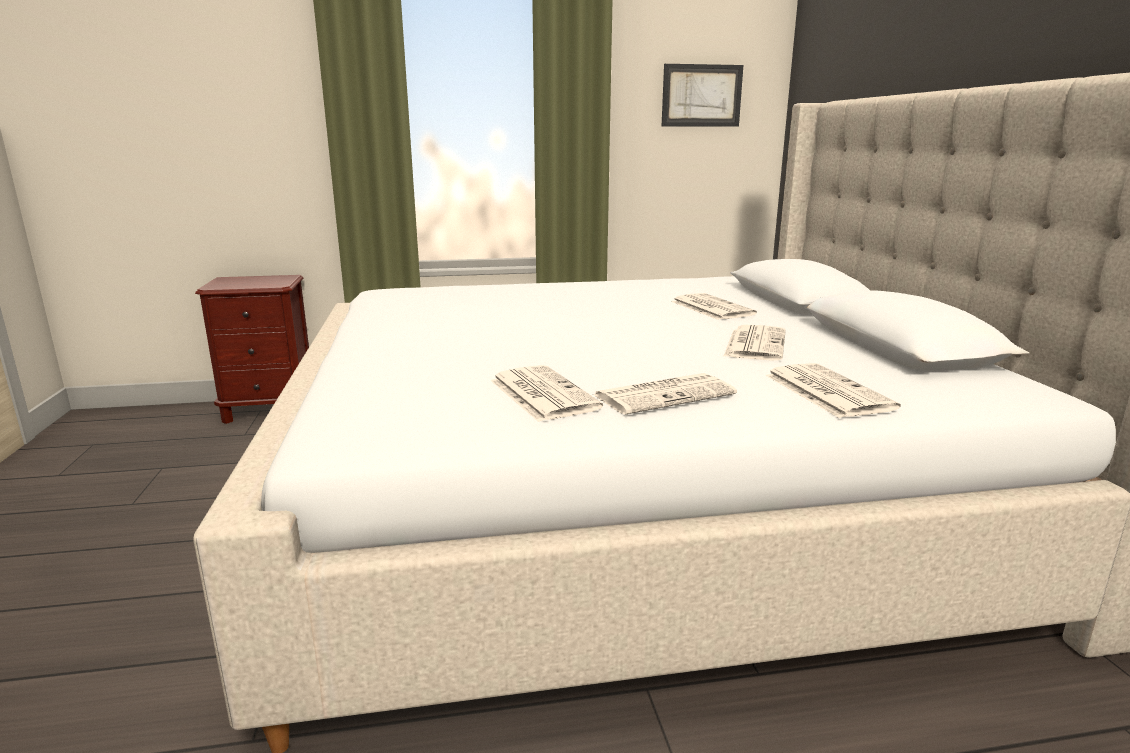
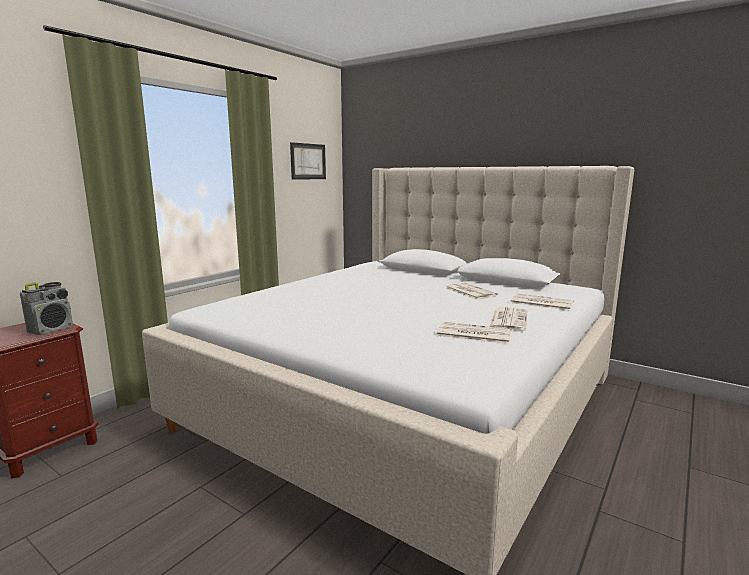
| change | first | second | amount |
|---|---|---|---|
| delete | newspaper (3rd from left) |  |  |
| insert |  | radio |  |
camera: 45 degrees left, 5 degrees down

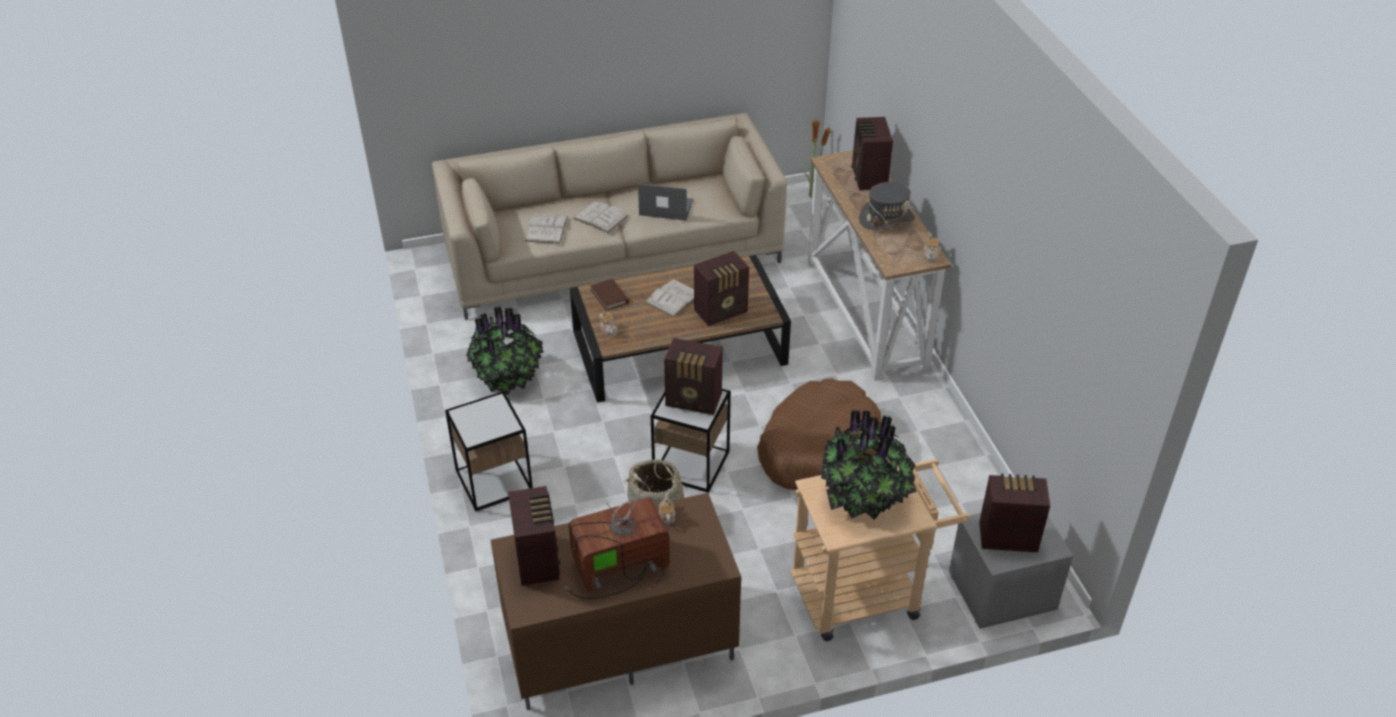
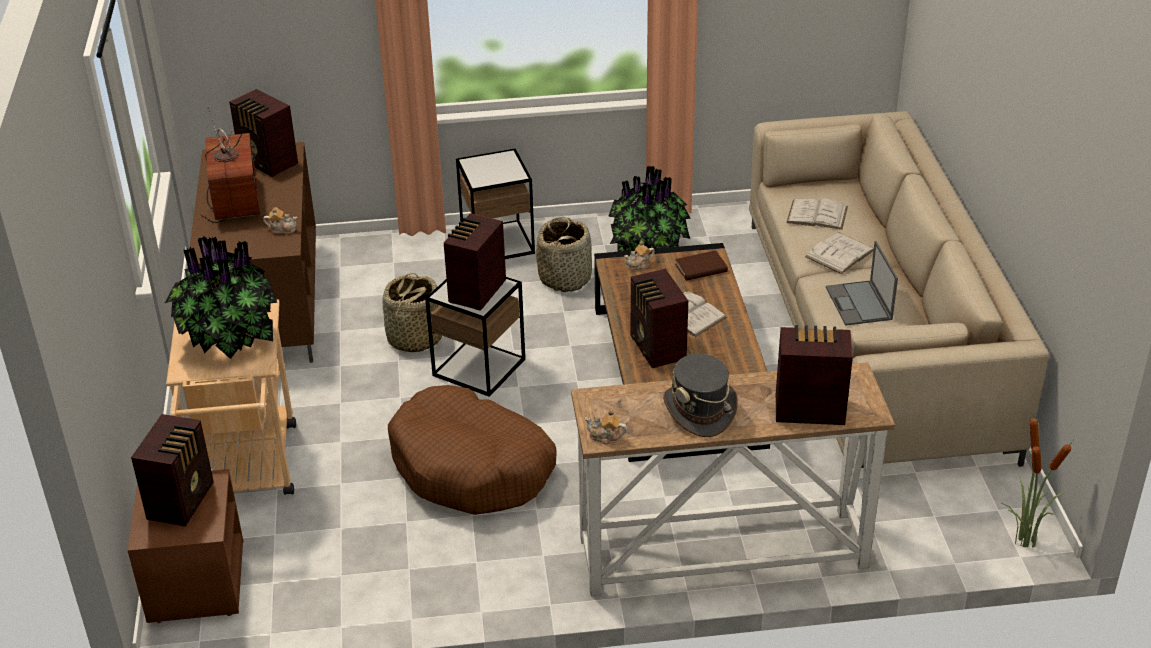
| change | first | second | amount |
|---|---|---|---|
| insert |  | basket (2nd from left) |  |
| recolor | grey nightstand | brown nightstand |  |
| rotate | radio (1st from left in the first image) | radio (2nd from left) | 45 degrees clockwise |
| rotate | laptop |  | 150 degrees clockwise |
camera: 100 degrees right, 5 degrees down

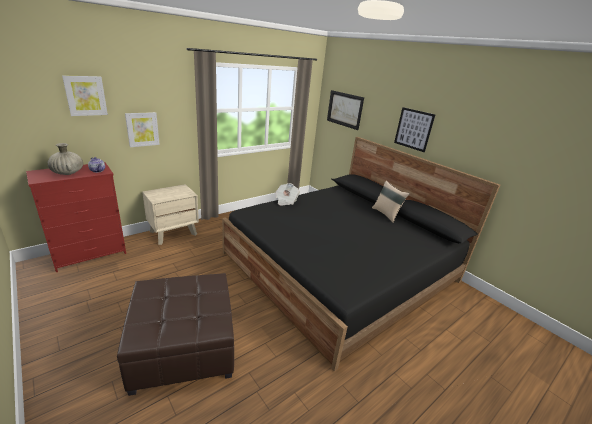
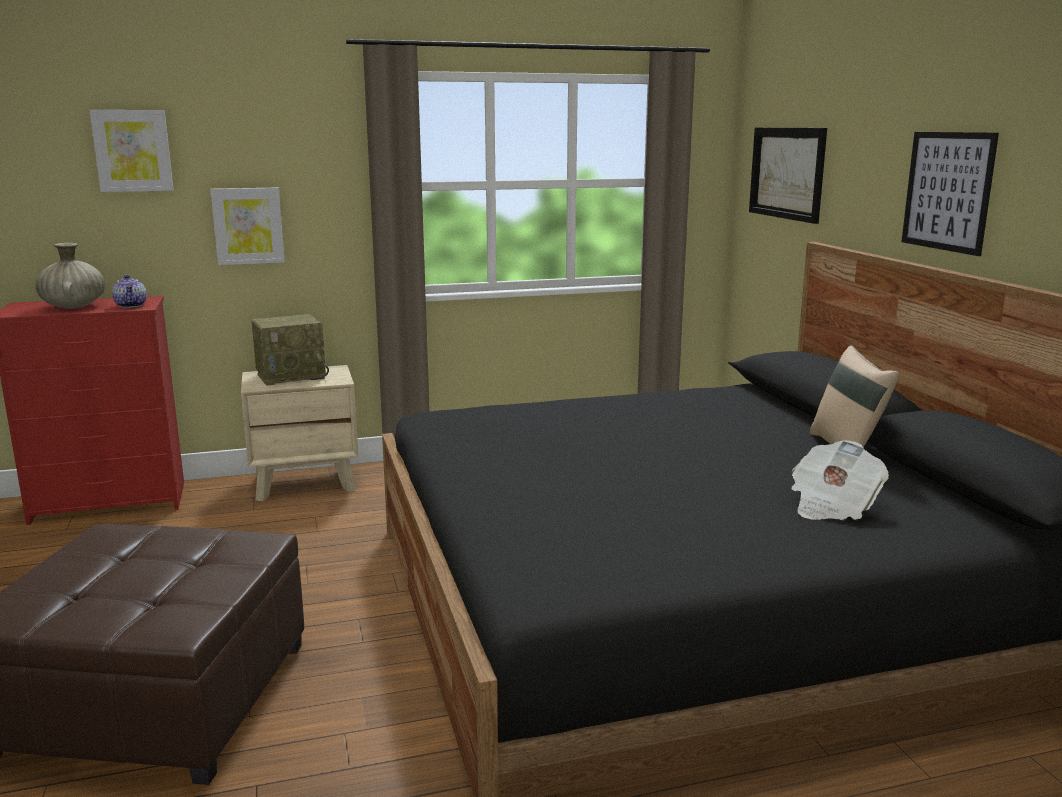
| change | first | second | amount |
|---|---|---|---|
| insert |  | radio |  |
| move | newspaper |  |  |
camera: 25 degrees right, 10 degrees down

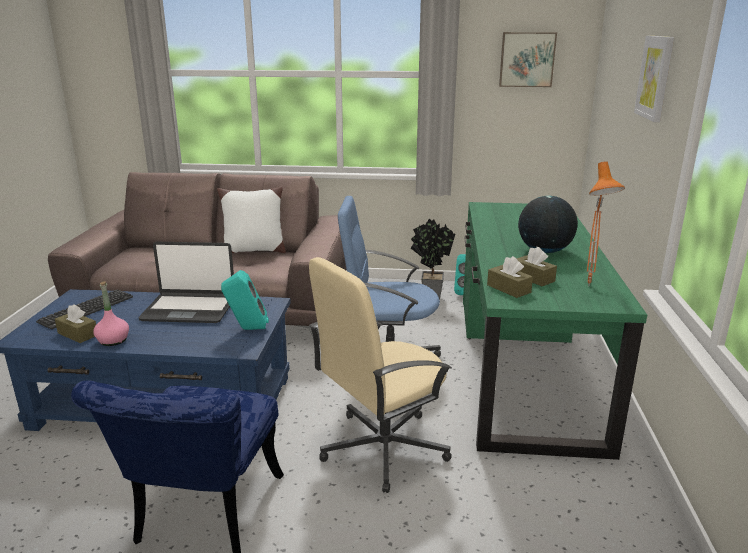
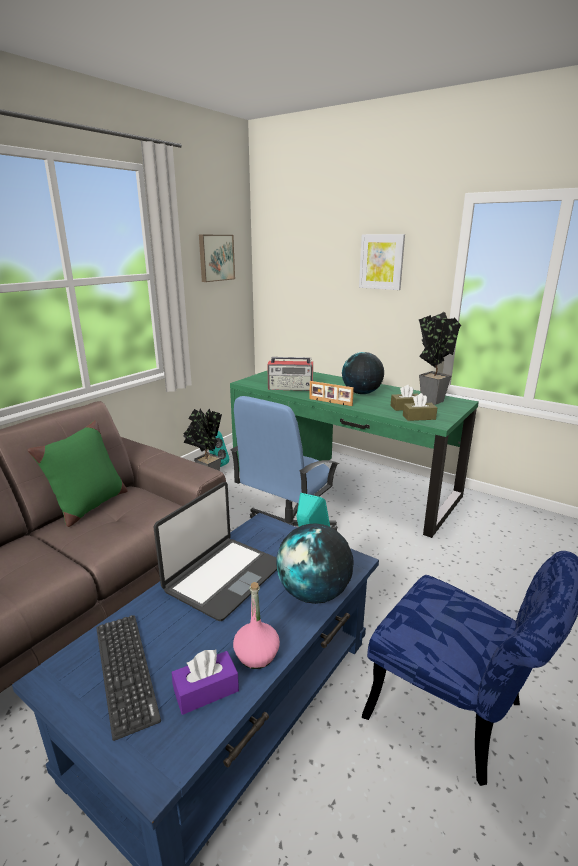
| change | first | second | amount |
|---|---|---|---|
| delete | beige office chair |  |  |
| insert |  | radio |  |
| insert |  | globe (1st from left) |  |
| insert |  | picture frame |  |
| replace | orange table lamp | potted plant (2nd from left) |  |
| recolor | brown tissue box (1st from left) | purple tissue box |  |
| recolor | white pillow | green pillow |  |
camera: 60 degrees left, 0 degrees up

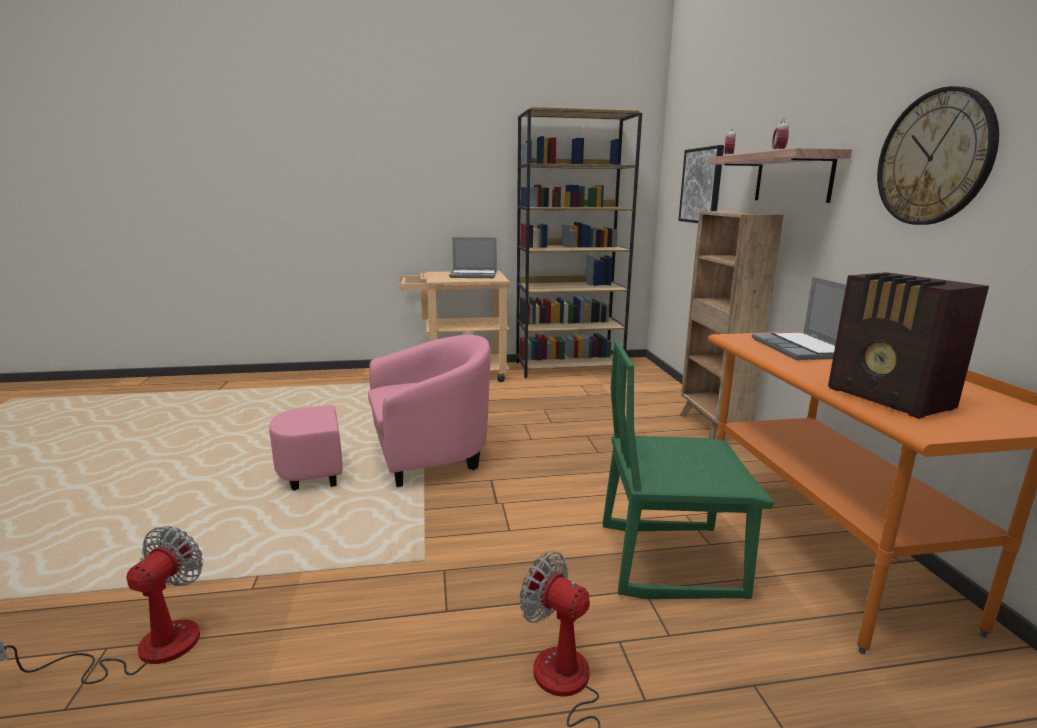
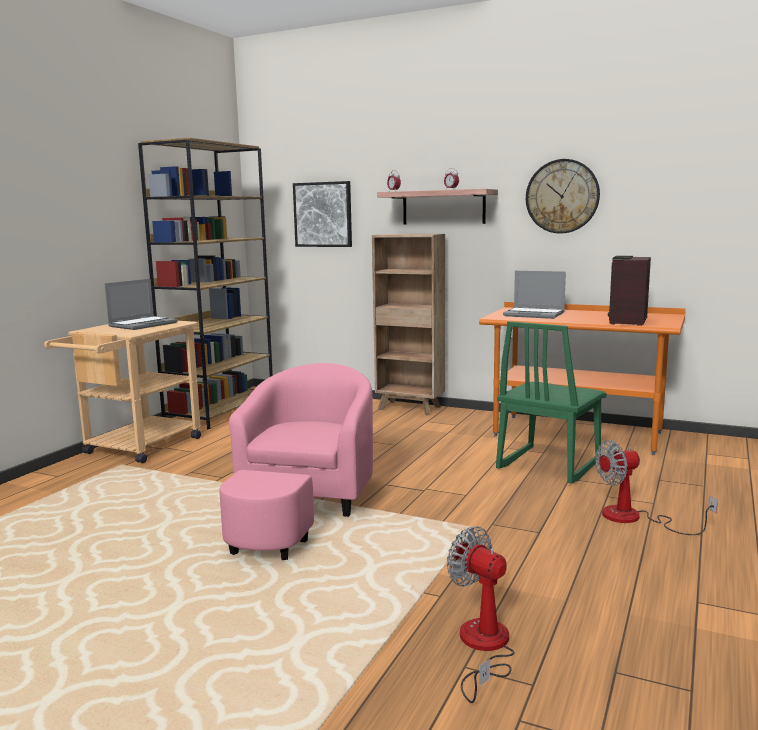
| change | first | second | amount |
|---|---|---|---|
| rotate | radio |  | 105 degrees clockwise |
camera: 55 degrees left, 5 degrees down

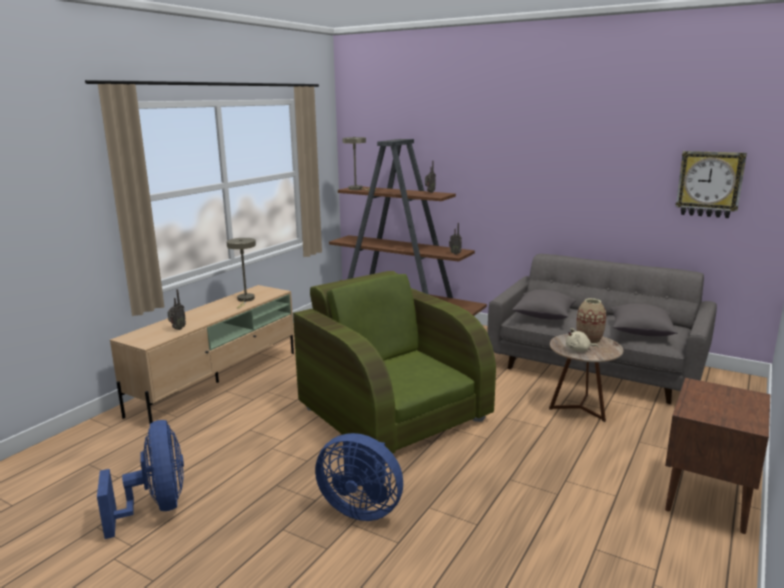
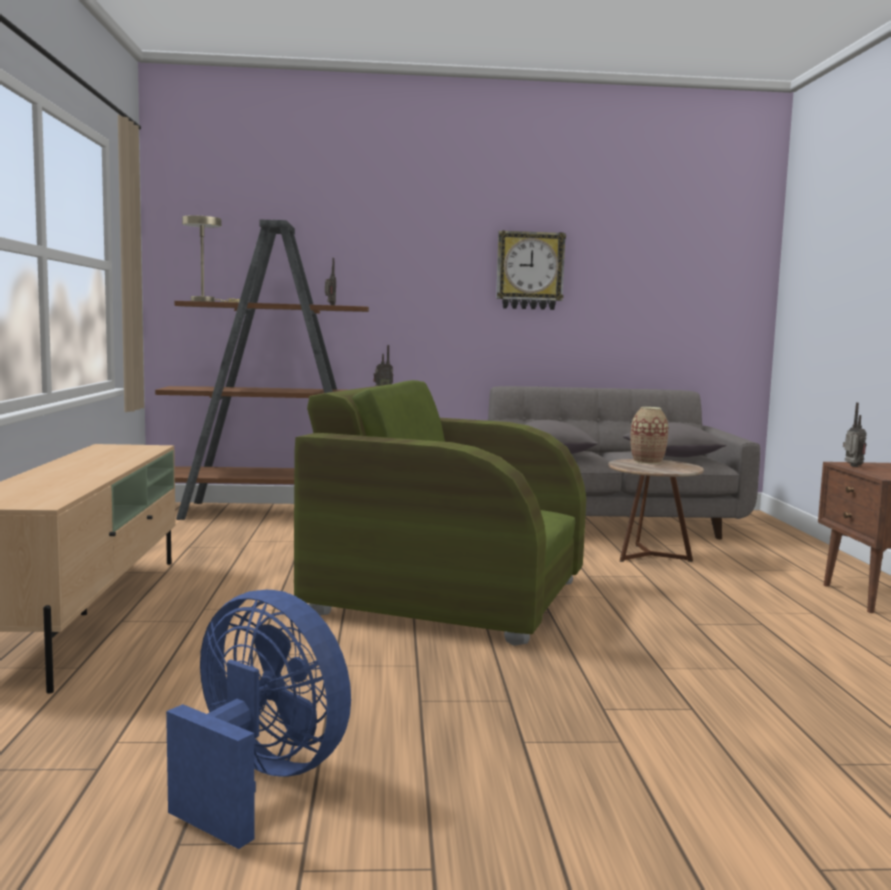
| change | first | second | amount |
|---|---|---|---|
| delete | beige table lamp (1st from left) |  |  |
| delete | blue fan (2nd from left) |  |  |
| delete | beige plush toy |  |  |
| move | radio (1st from left in the first image) | radio (3rd from left) |  |
| move | wall clock |  |  |
camera: 35 degrees left, 10 degrees down

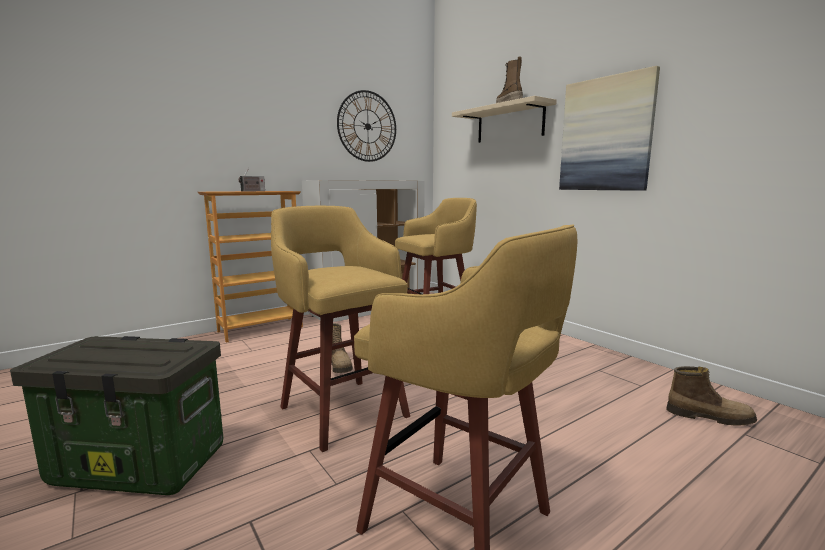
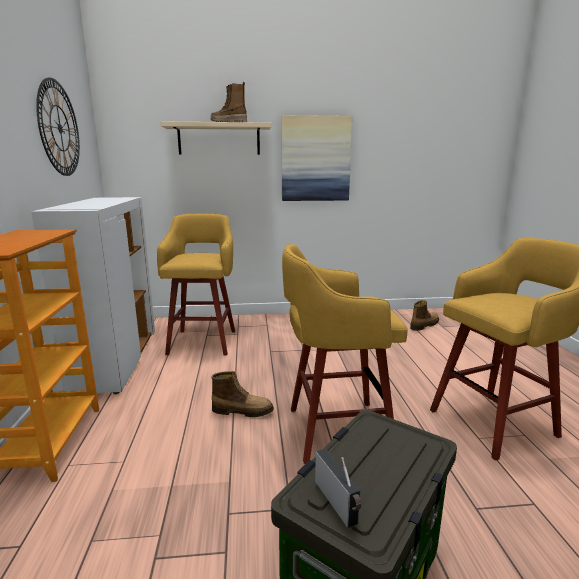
| change | first | second | amount |
|---|---|---|---|
| move | radio |  |  |
camera: 60 degrees left, 5 degrees up

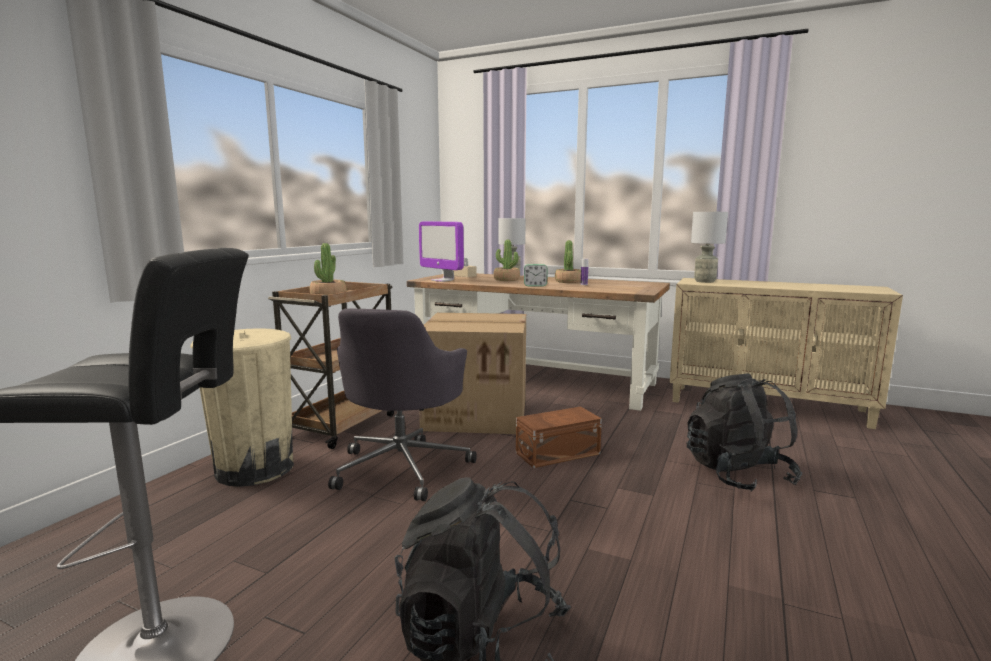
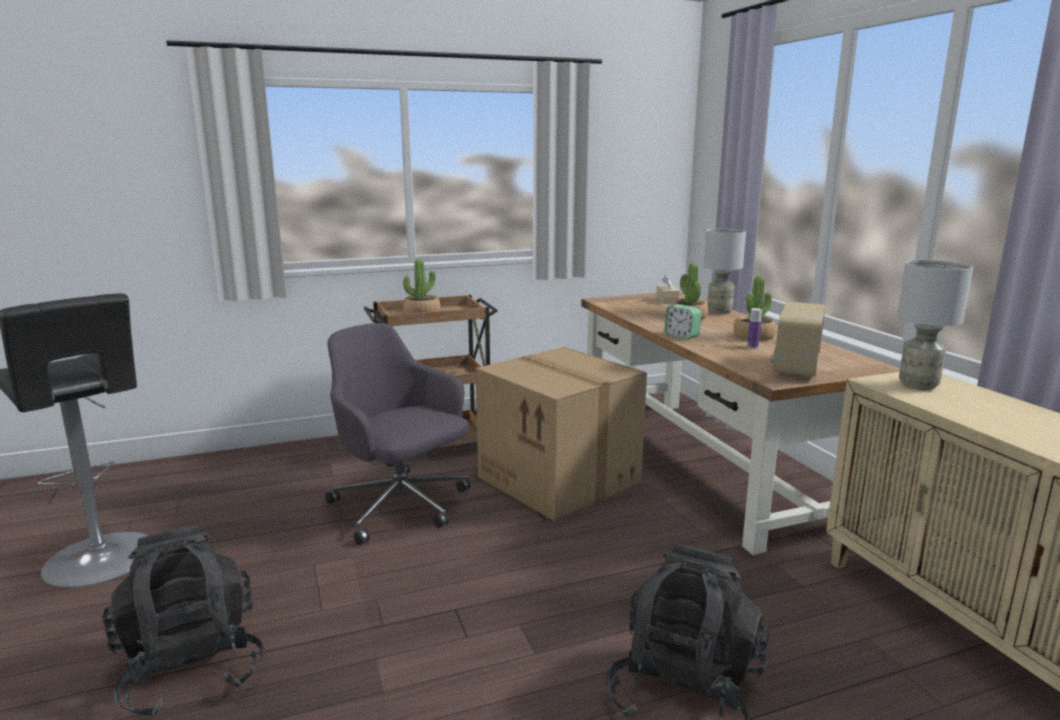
| change | first | second | amount |
|---|---|---|---|
| delete | beige trash can |  |  |
| delete | monitor |  |  |
| delete | brown storage box |  |  |
| insert |  | radio |  |
| rotate | grey office chair |  | 75 degrees clockwise |
camera: 45 degrees right, 5 degrees up

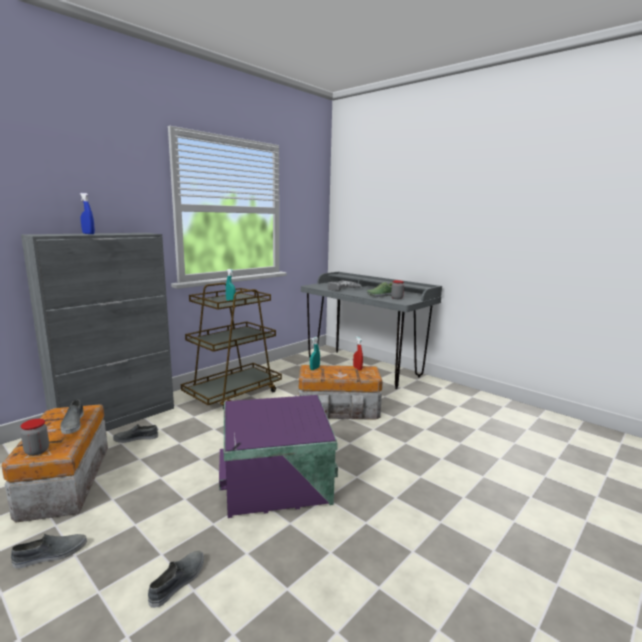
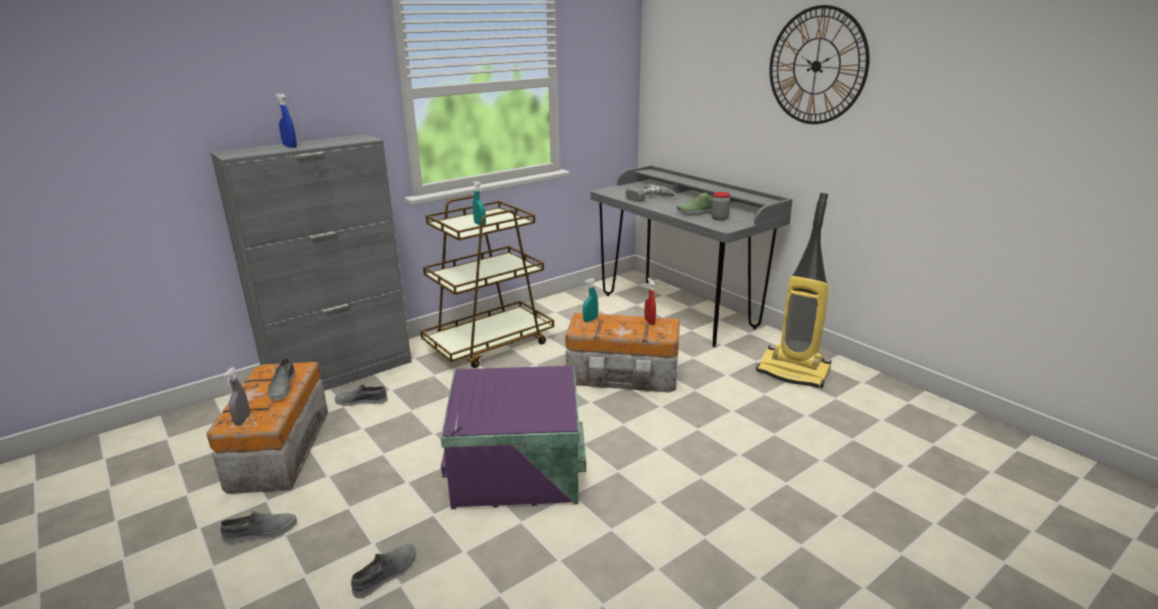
| change | first | second | amount |
|---|---|---|---|
| insert |  | vacuum cleaner |  |
| insert |  | wall clock |  |
| replace | jar (1st from left) | grey spray bottle |  |
camera: 10 degrees right, 10 degrees up

